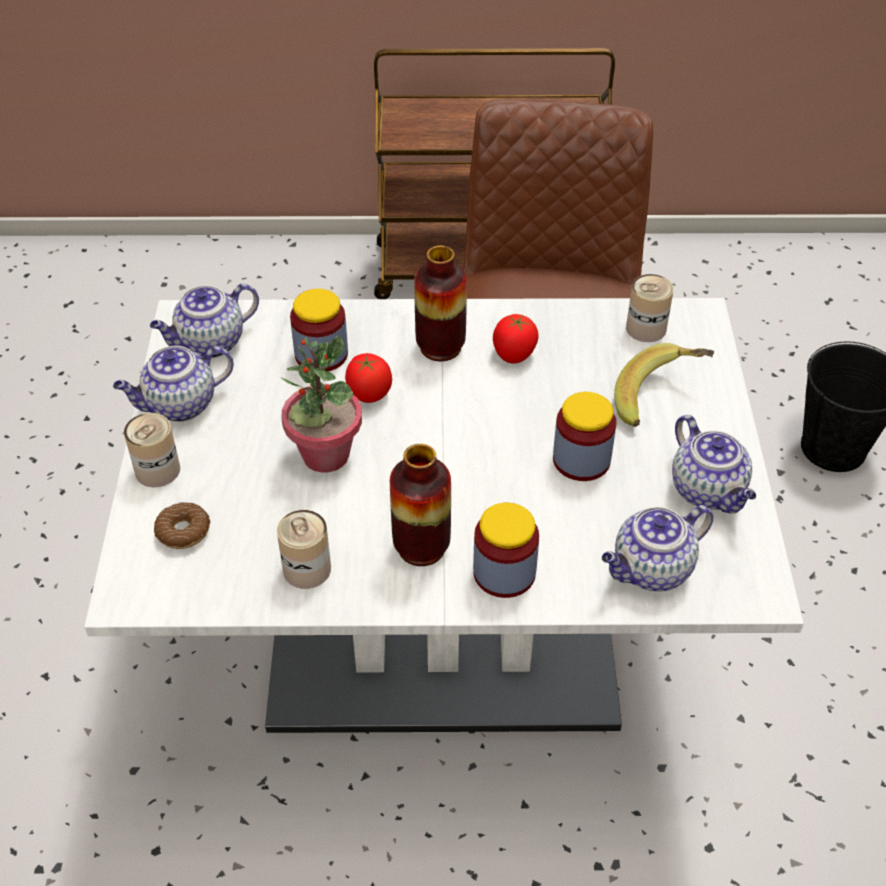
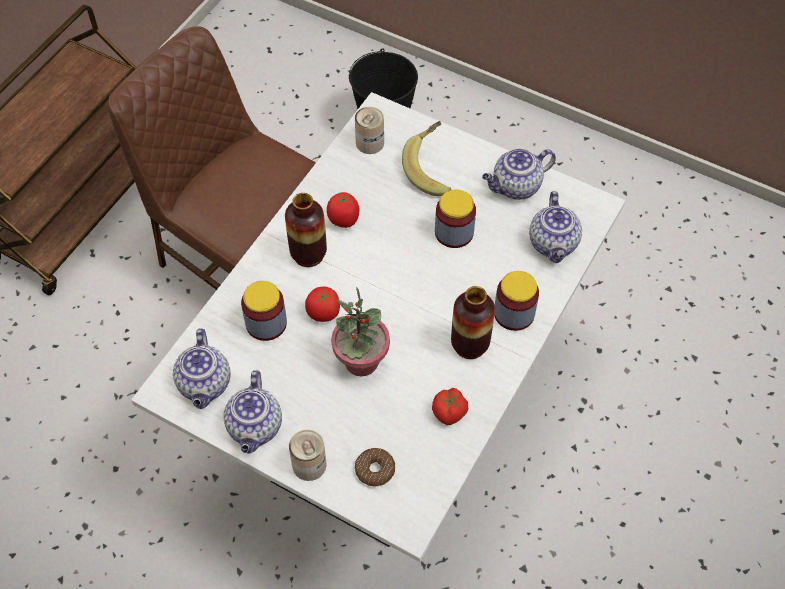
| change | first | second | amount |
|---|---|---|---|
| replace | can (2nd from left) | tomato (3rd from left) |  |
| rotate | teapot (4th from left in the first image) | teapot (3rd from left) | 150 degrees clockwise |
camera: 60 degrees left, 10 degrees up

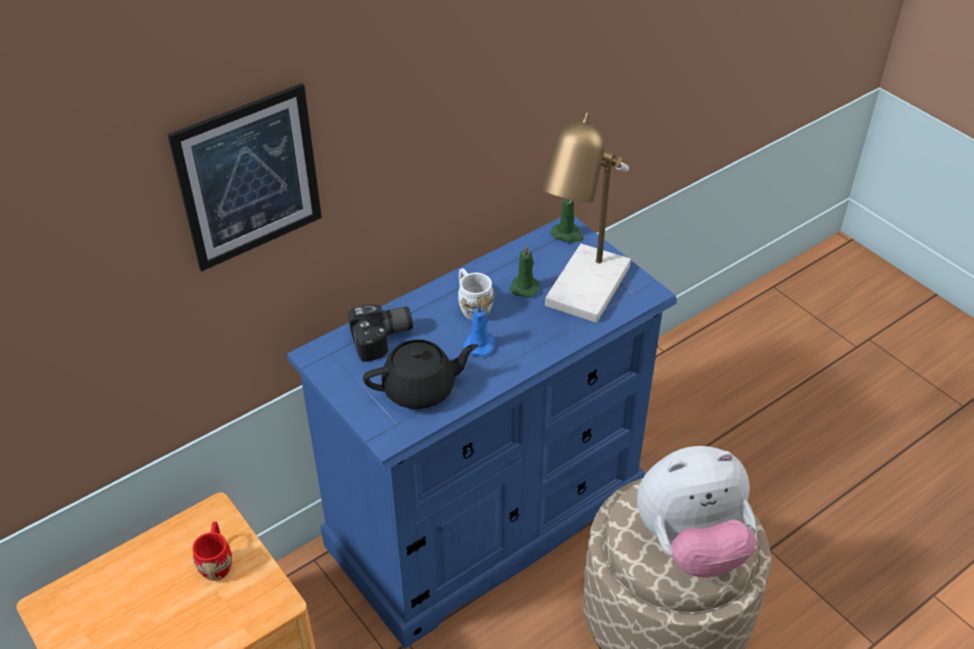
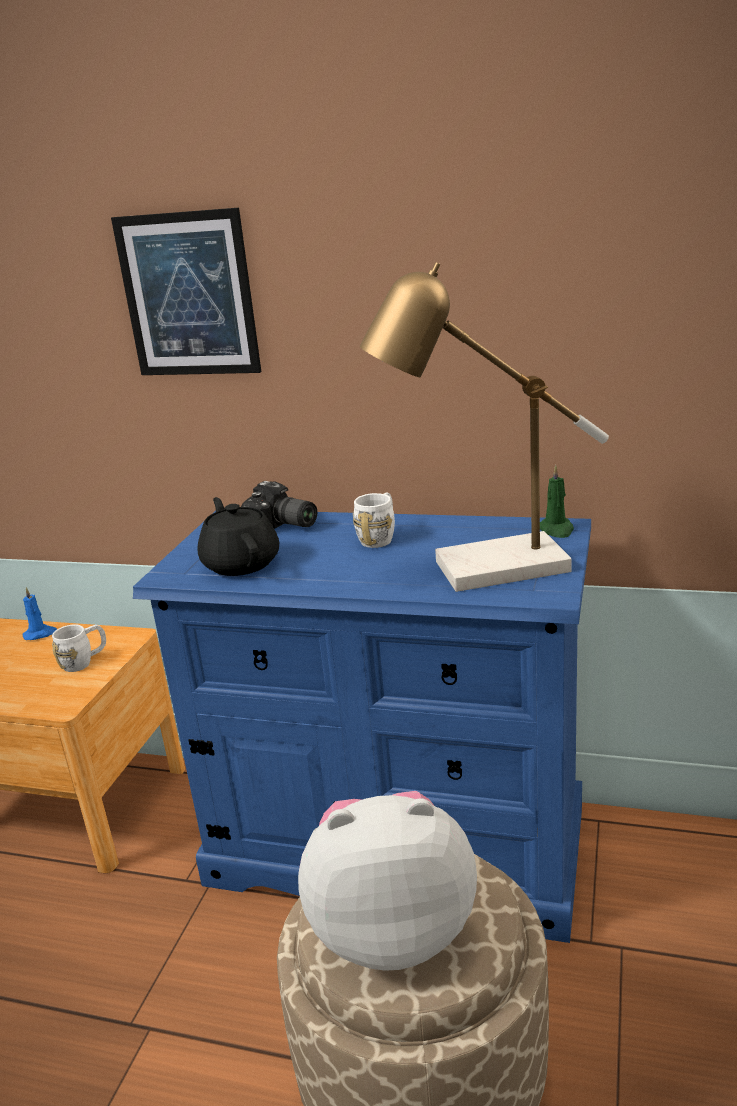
| change | first | second | amount |
|---|---|---|---|
| delete | green candle (1st from left) |  |  |
| move | blue candle |  |  |
| recolor | red mug | white mug (1st from left) |  |
| rotate | black teapot |  | 150 degrees counterclockwise |
| rotate | plush toy |  | 135 degrees clockwise |
camera: 55 degrees right, 20 degrees down

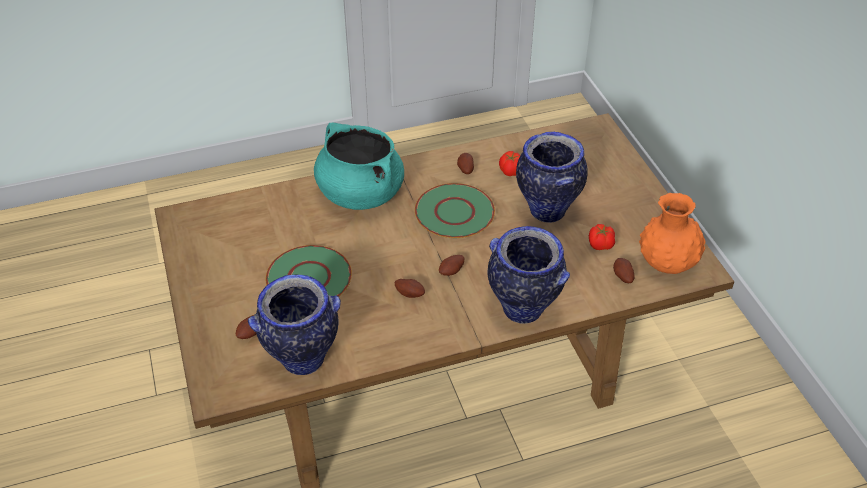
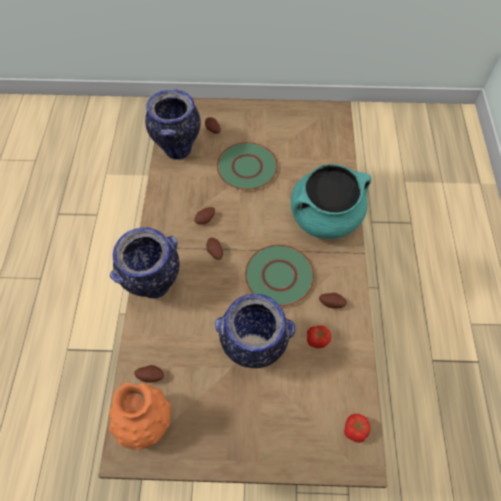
| change | first | second | amount |
|---|---|---|---|
| move | tomato (2nd from left) |  |  |
camera: 110 degrees right, 15 degrees up

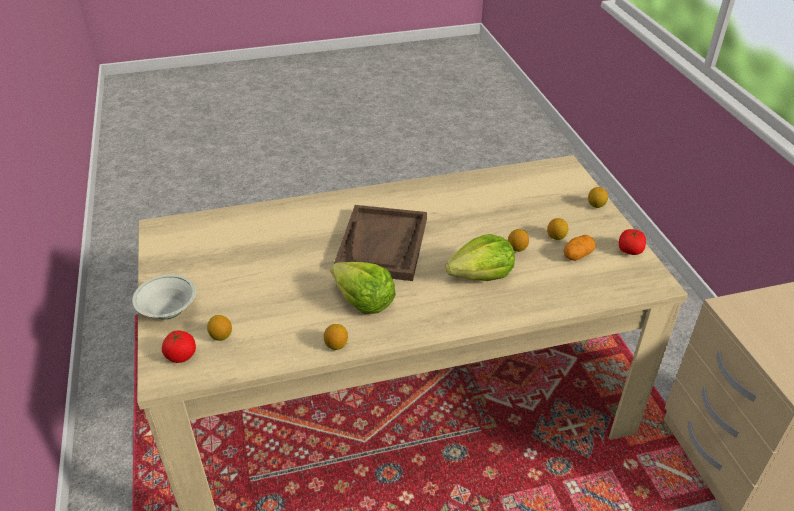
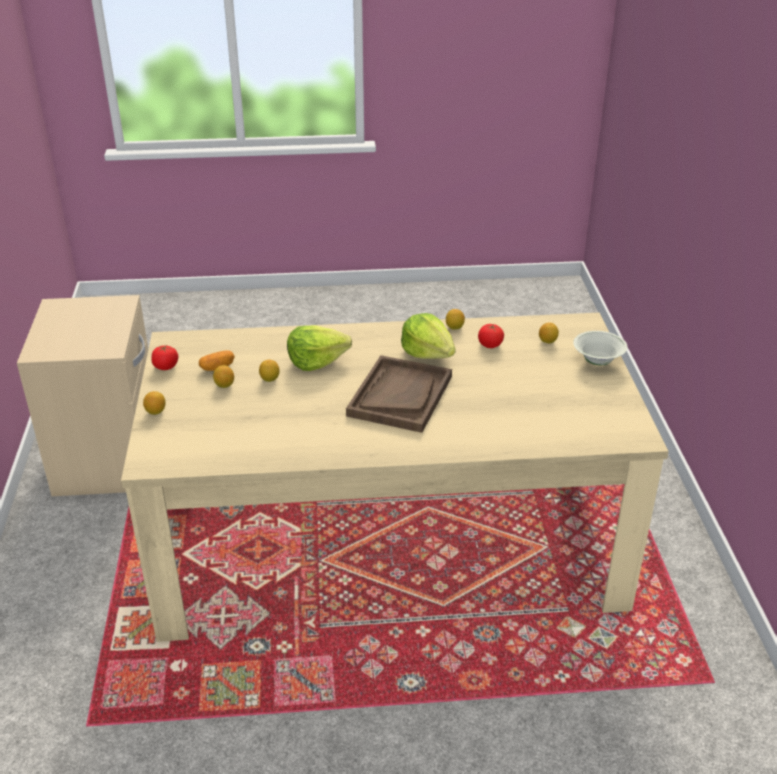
| change | first | second | amount |
|---|---|---|---|
| move | tomato (1st from left in the first image) | tomato (2nd from left) |  |
camera: 170 degrees left, 5 degrees down

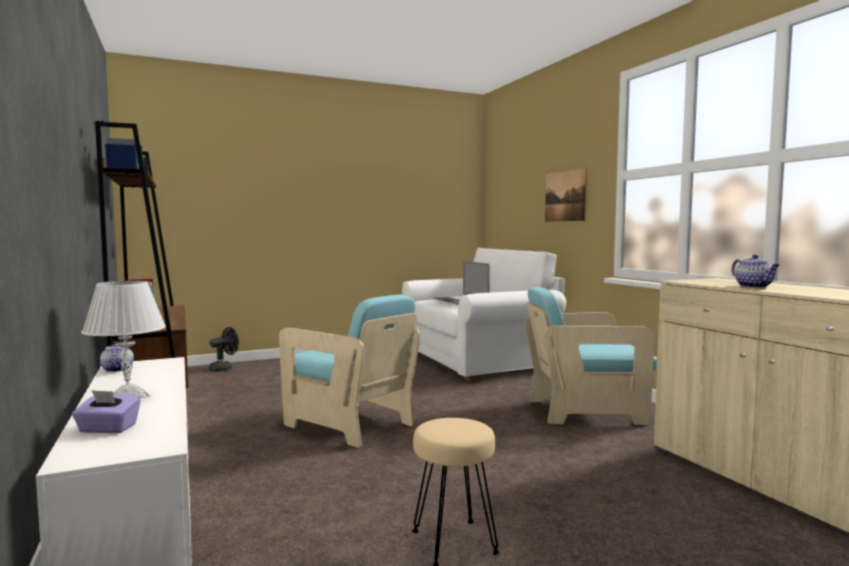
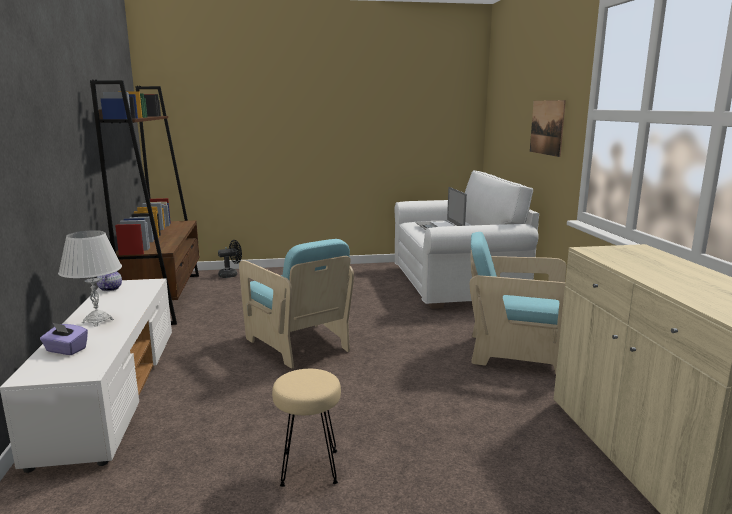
| change | first | second | amount |
|---|---|---|---|
| delete | teapot (2nd from left) |  |  |
camera: 15 degrees right, 10 degrees up

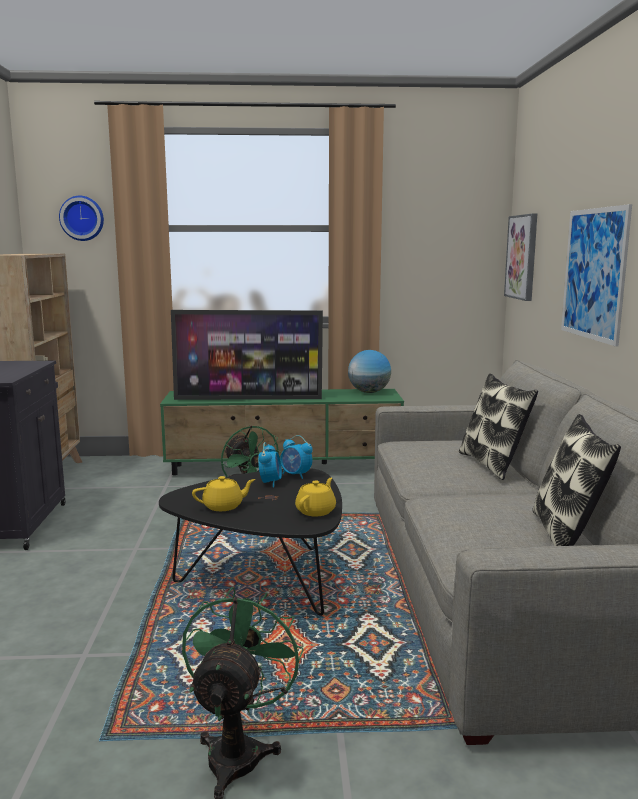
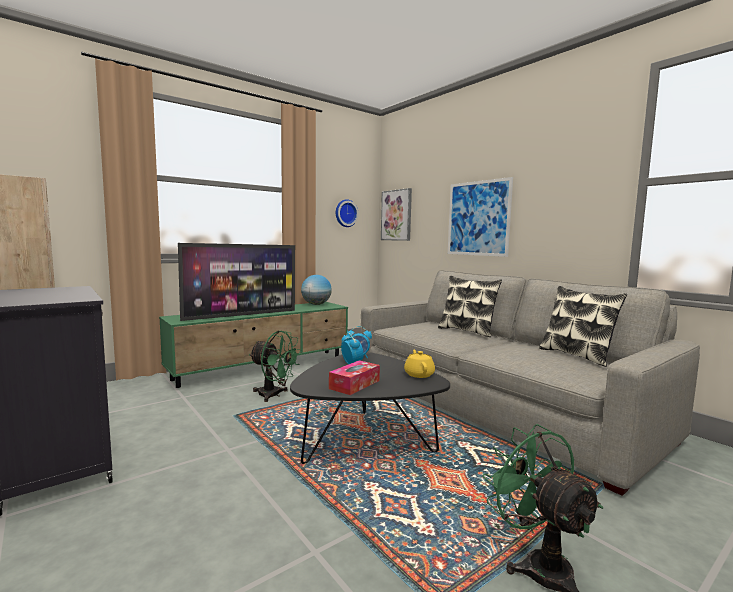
| change | first | second | amount |
|---|---|---|---|
| move | wall clock |  |  |
| replace | yellow teapot (1st from left) | tissue box |  |
camera: 35 degrees left, 5 degrees down

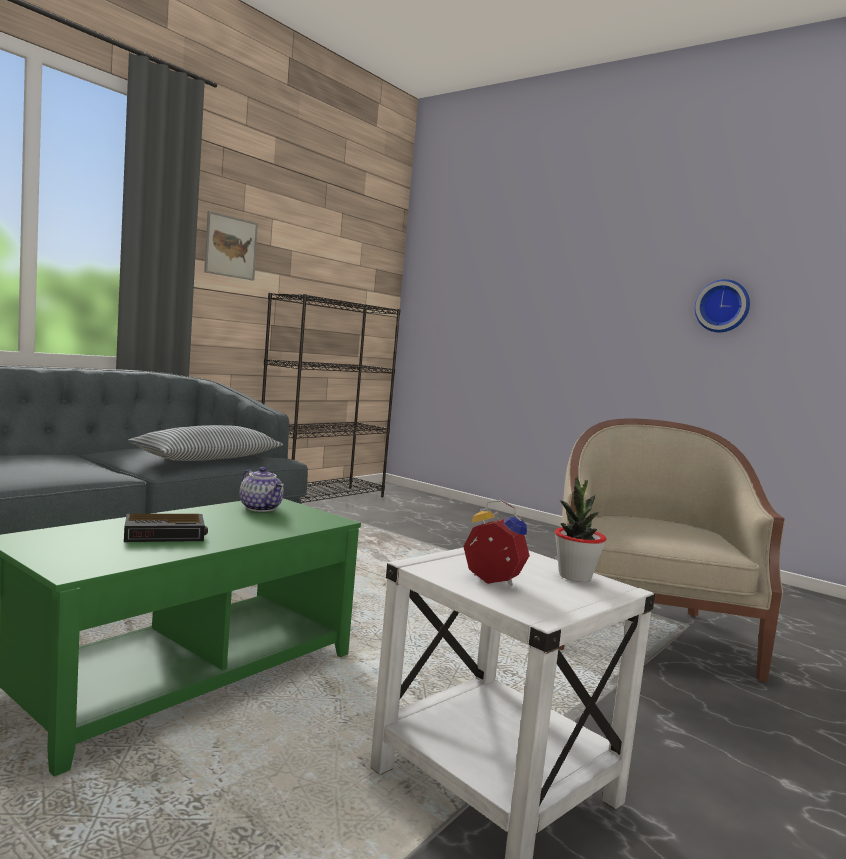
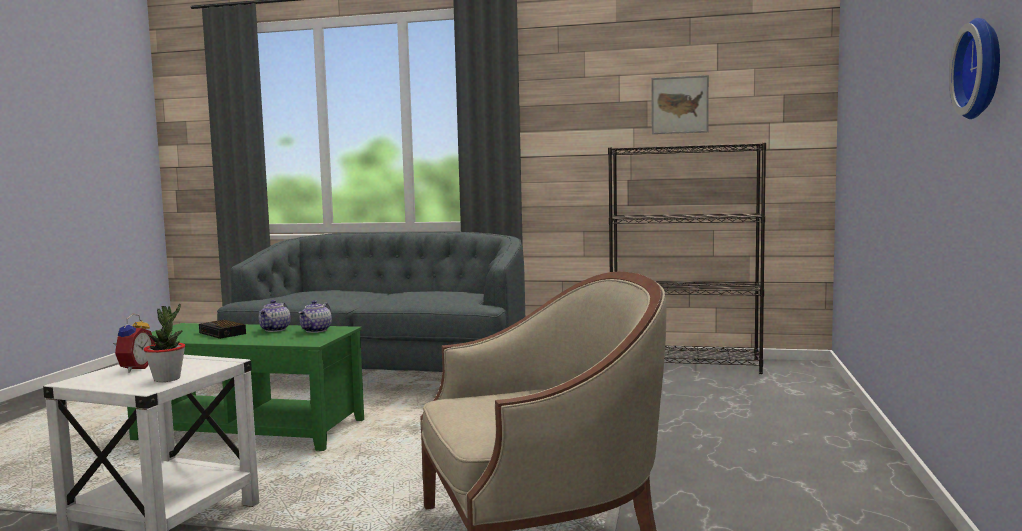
| change | first | second | amount |
|---|---|---|---|
| delete | pillow |  |  |
| insert |  | teapot (1st from left) |  |
| move | picture |  |  |
camera: 65 degrees right, 0 degrees up

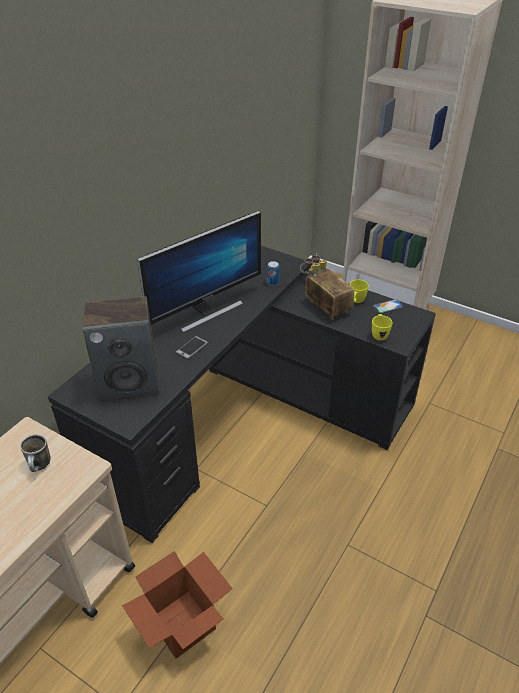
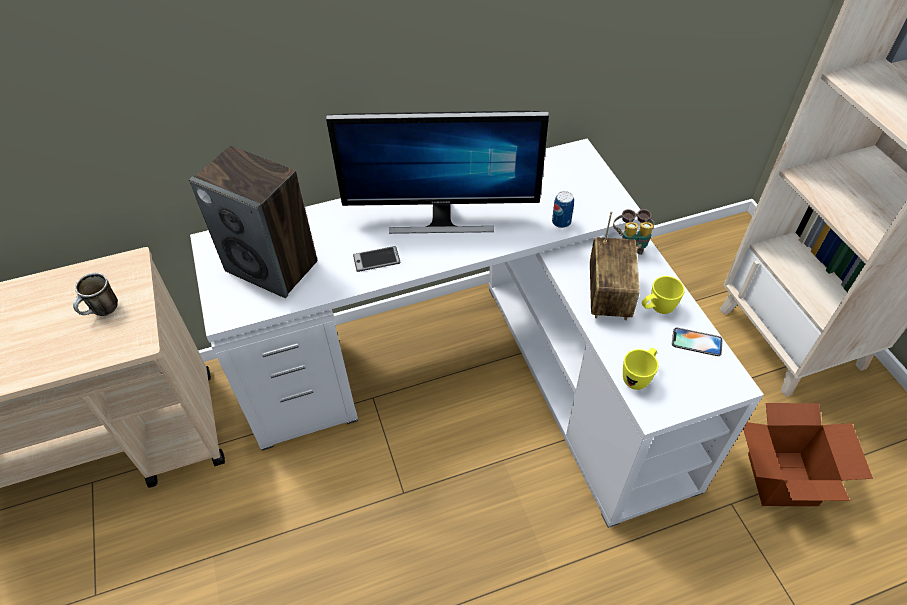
| change | first | second | amount |
|---|---|---|---|
| move | cardboard box |  |  |
| recolor | black desk | white desk |  |
camera: 40 degrees right, 10 degrees up

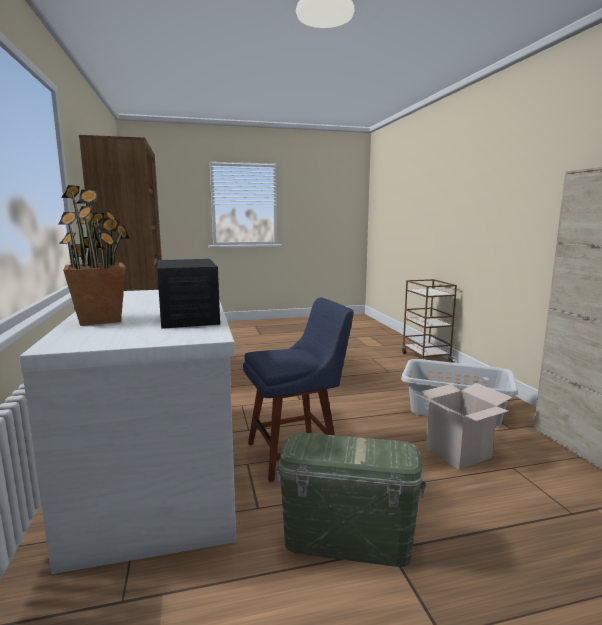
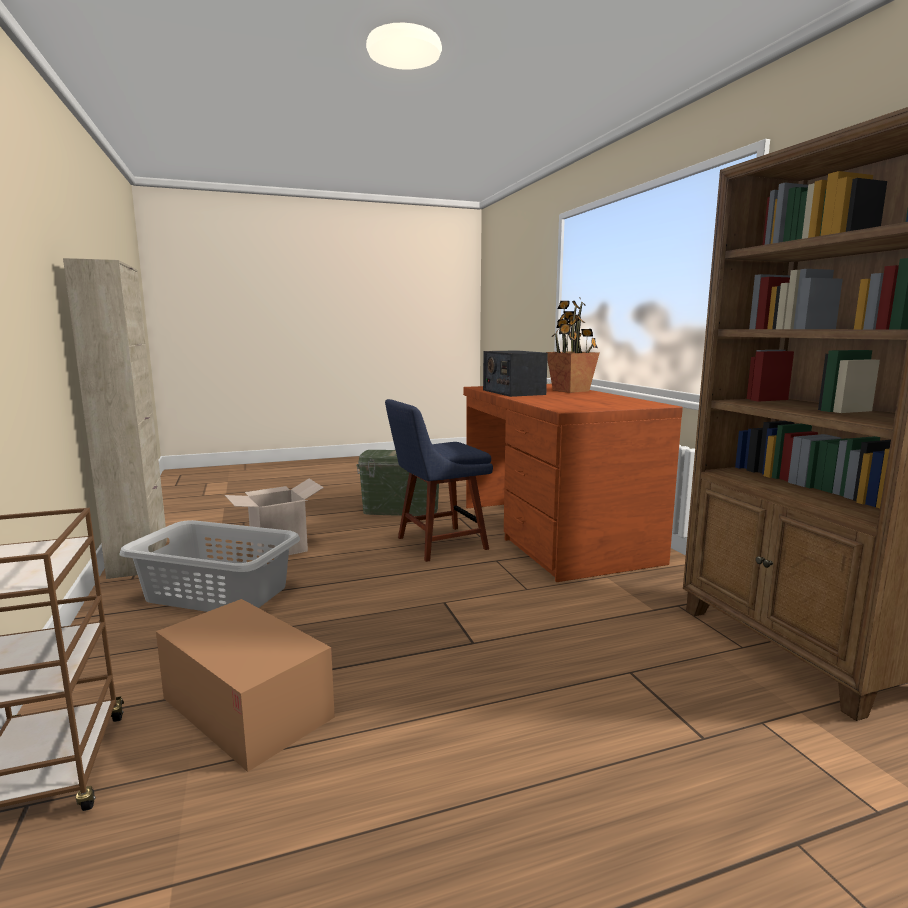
| change | first | second | amount |
|---|---|---|---|
| insert |  | cardboard box (1st from left) |  |
| recolor | white desk | brown desk |  |
camera: 175 degrees right, 0 degrees up

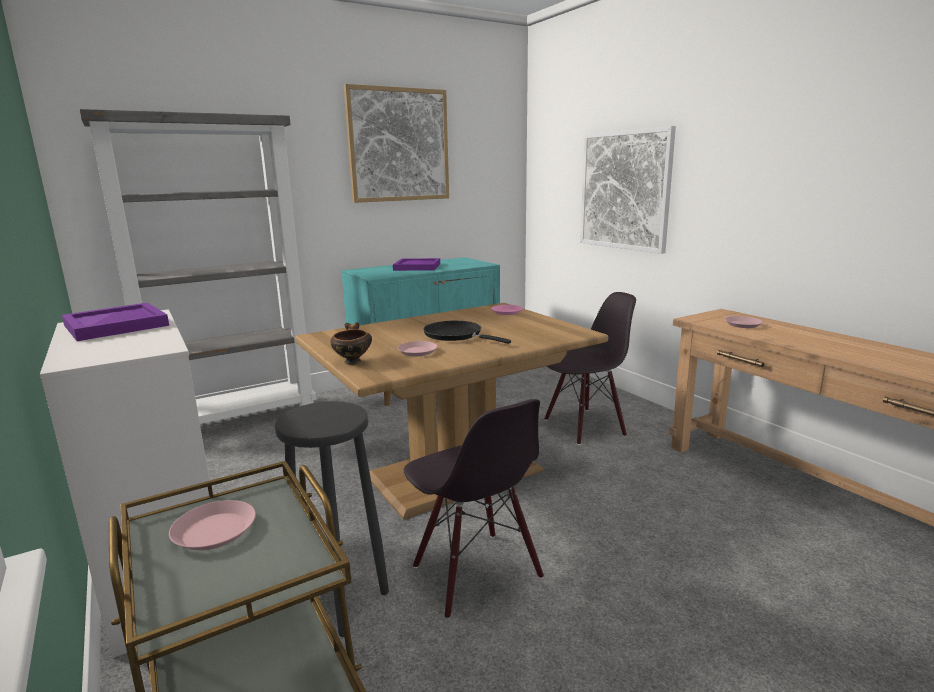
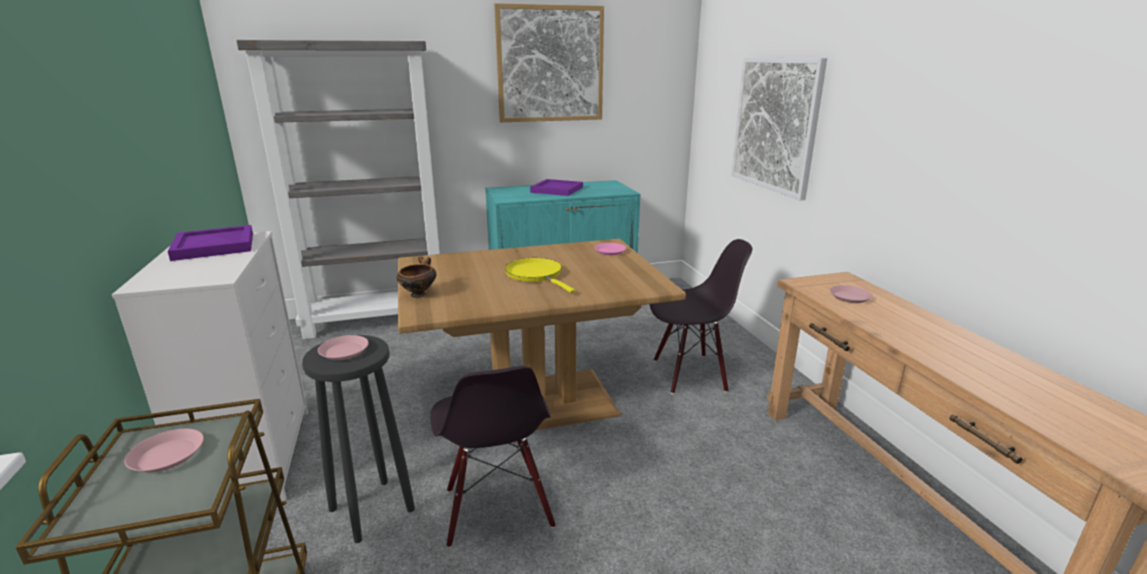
| change | first | second | amount |
|---|---|---|---|
| move | pink plate (2nd from left) |  |  |
| recolor | black frying pan | yellow frying pan |  |
camera: 15 degrees right, 5 degrees up

